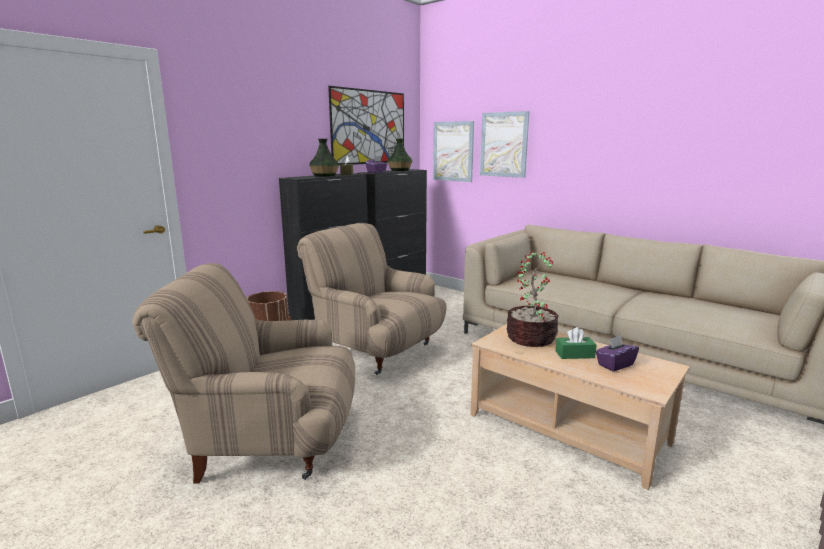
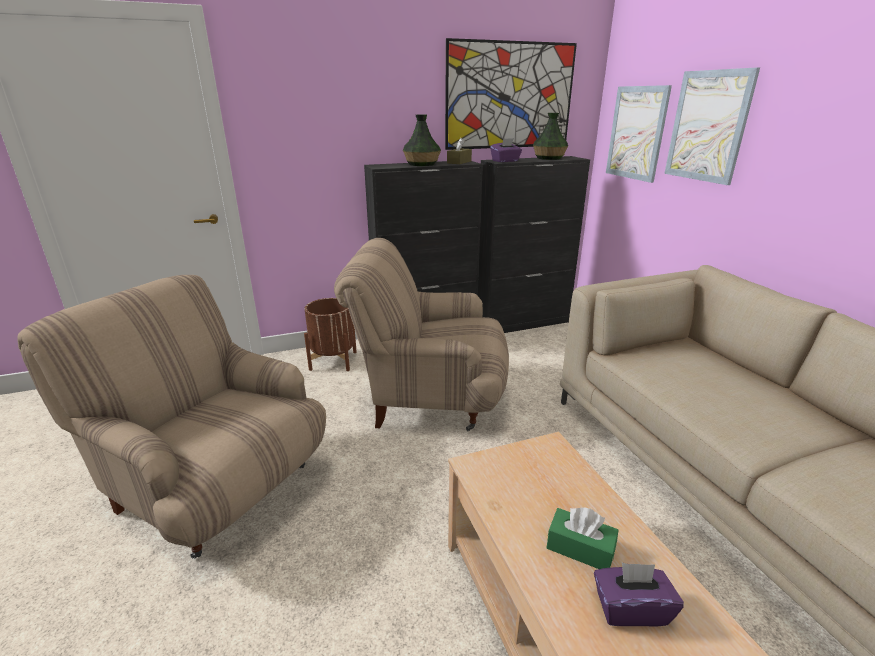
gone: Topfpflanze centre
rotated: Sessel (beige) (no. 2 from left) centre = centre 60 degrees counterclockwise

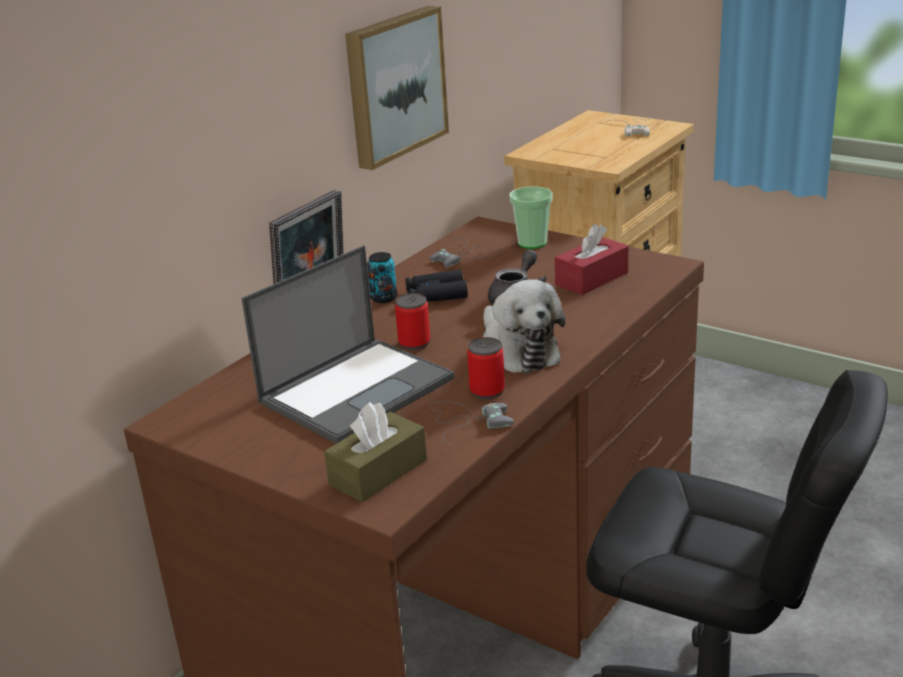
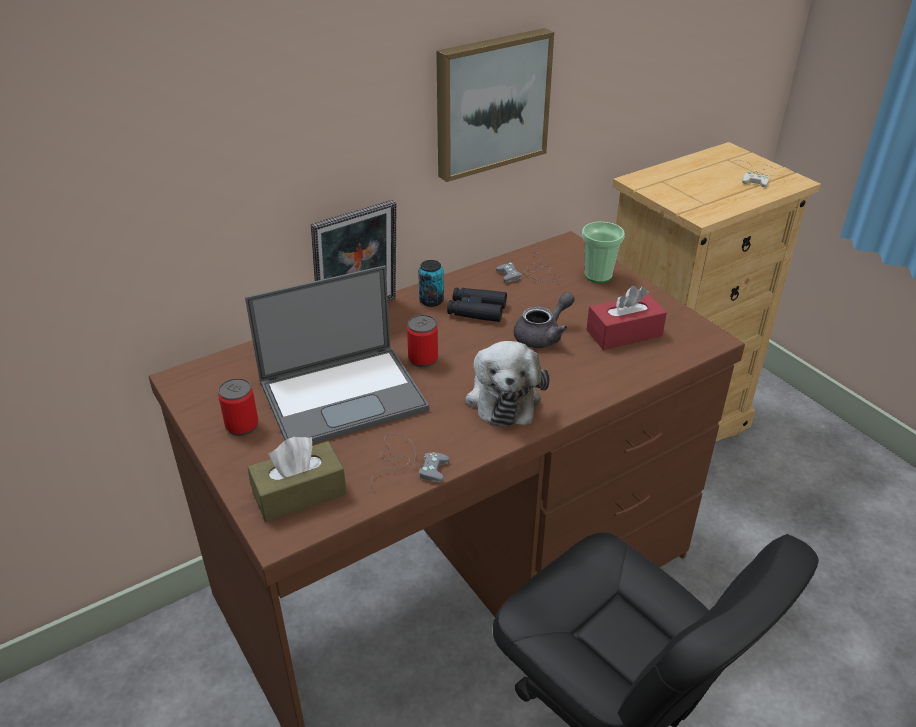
shifted: Dose (no. 3 from left in the first image) centre to Dose (no. 1 from left) middle left

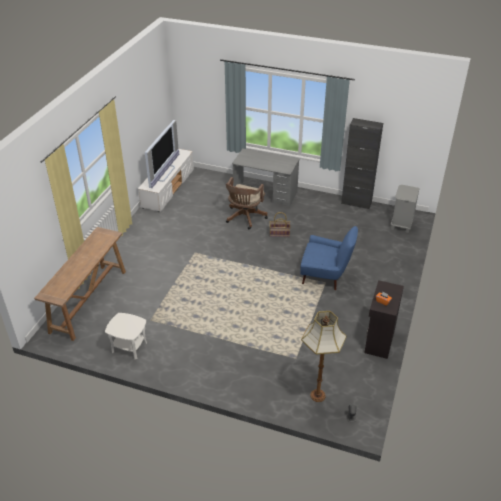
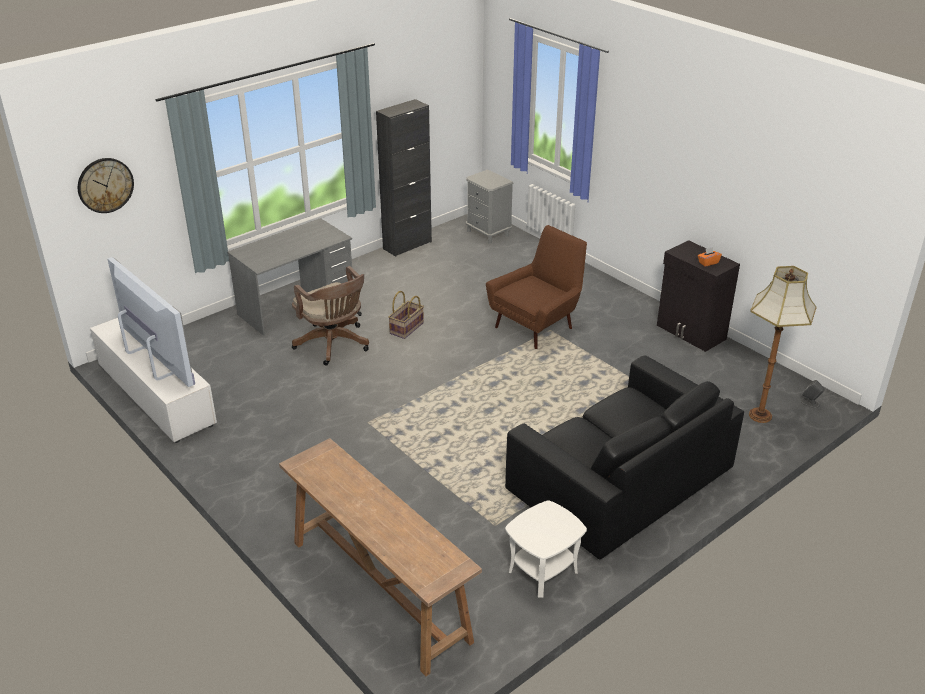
new: Wanduhr top left; Sofa (schwarz) middle right
repainted: Sessel (blau) centre to Sessel (braun) centre

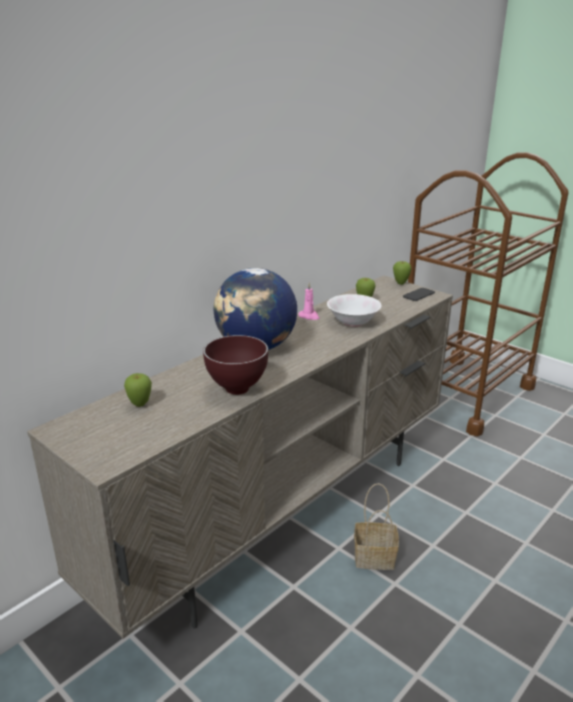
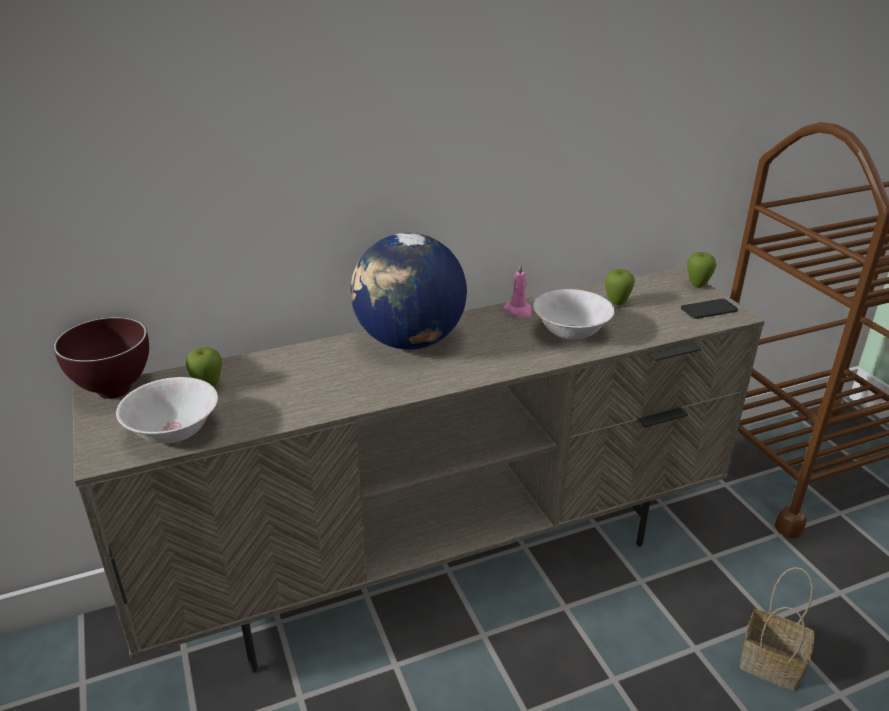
new: Schüssel (weiß) (no. 1 from left) middle left
shifted: Schüssel (braun) centre to middle left; Korb bottom centre to bottom right

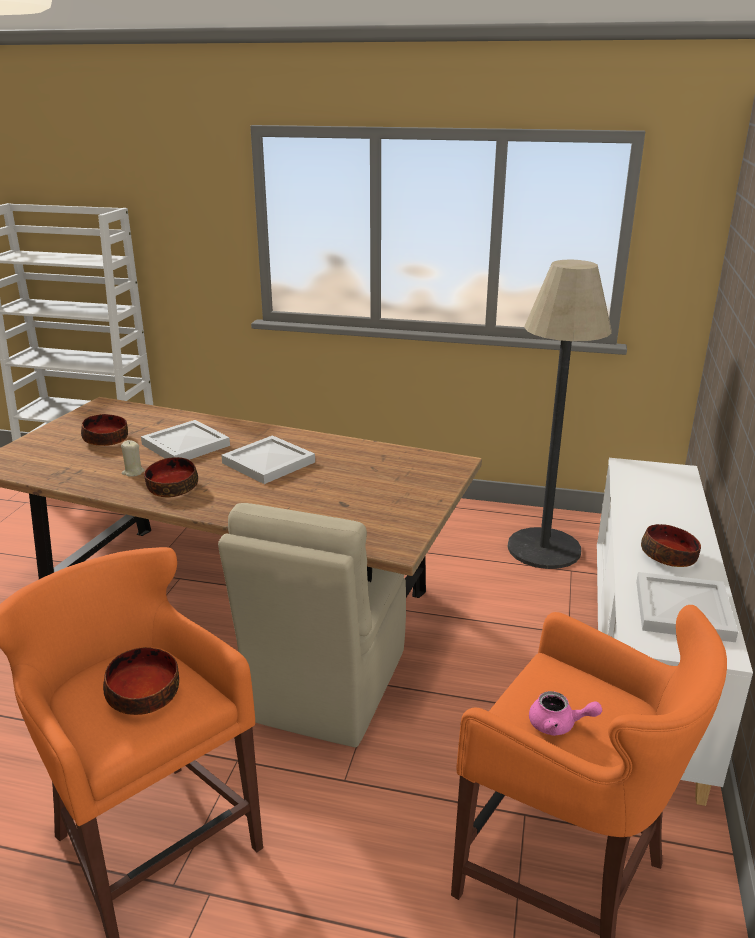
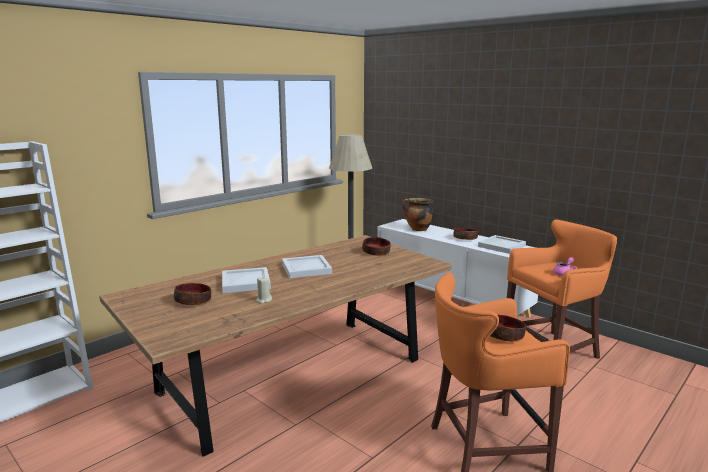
gone: Stuhl (beige) centre
new: Kochtopf centre
shifted: Schüssel (no. 3 from left in the first image) middle left to Schüssel (no. 2 from left) centre

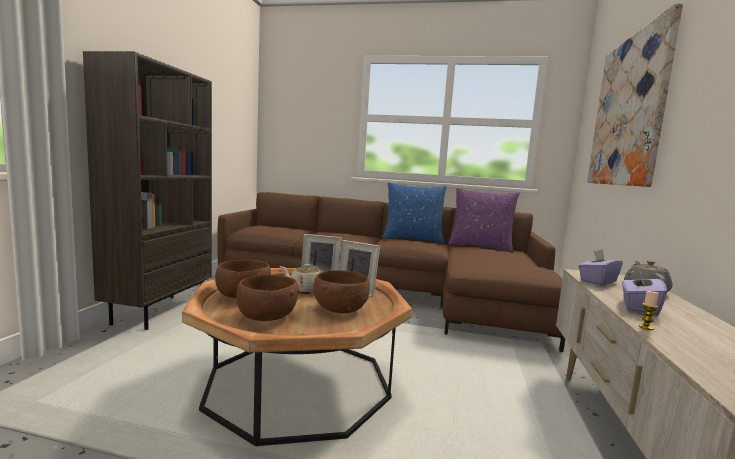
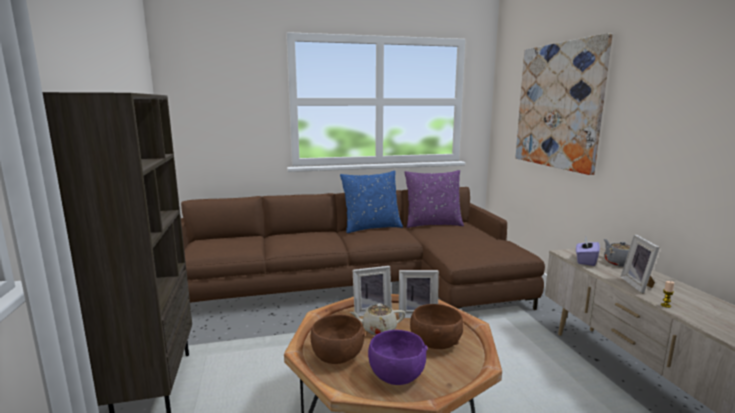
swapped: Taschentuchbox (lila) (no. 2 from left) middle right to Bilderrahmen (no. 3 from left) middle right
repainted: Schüssel (braun) (no. 2 from left) centre to Schüssel (lila) bottom centre

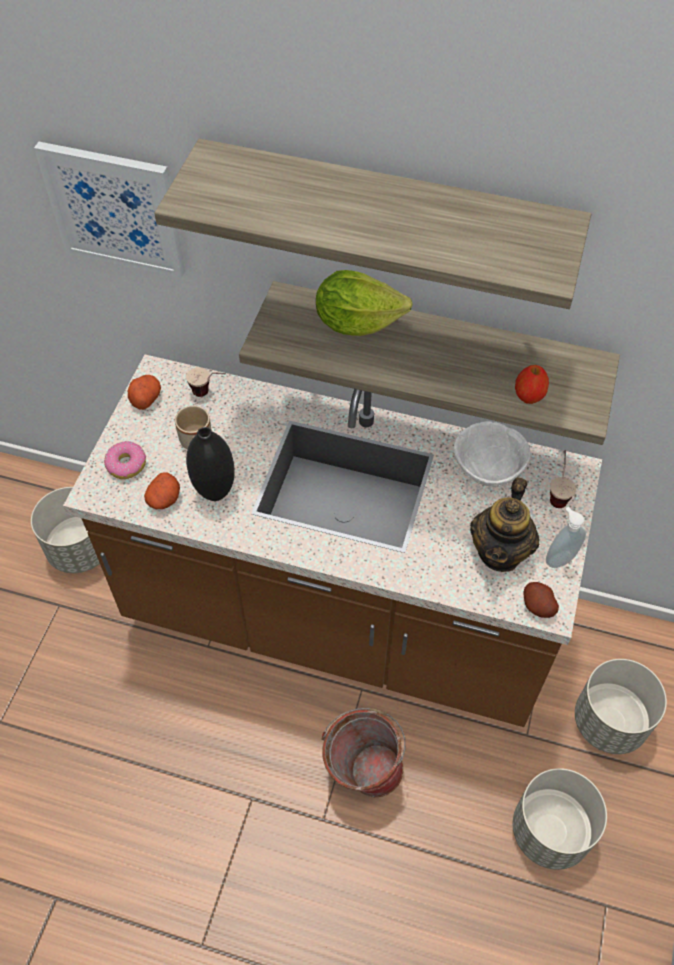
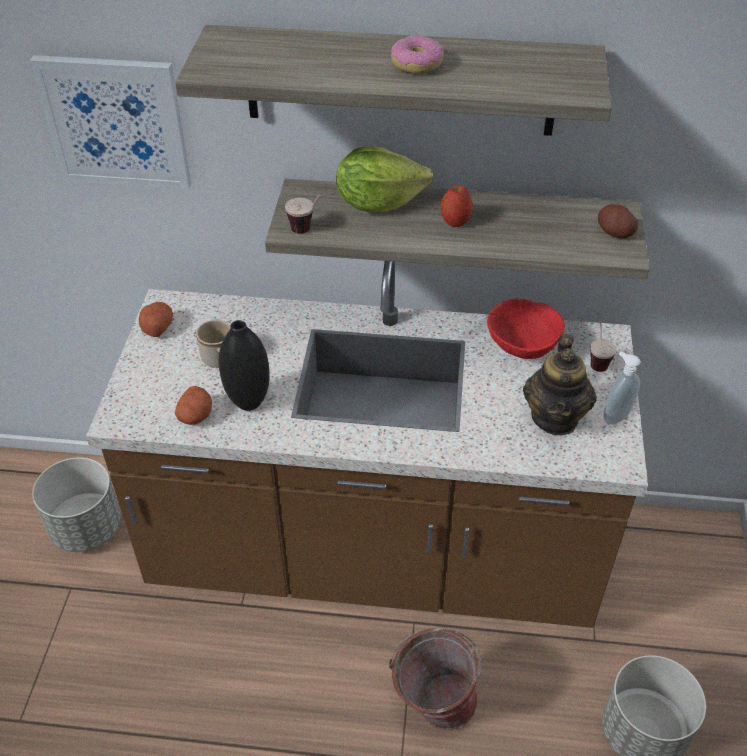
gone: Pflanzkübel (grau) (no. 3 from left) bottom right
shifted: Donut middle left to top centre; Tasse (no. 1 from left) middle left to top centre; Apfel middle right to top centre; Kartoffel (no. 3 from left) middle right to top right
repainted: Schüssel (weiß) middle right to Schüssel (rot) middle right

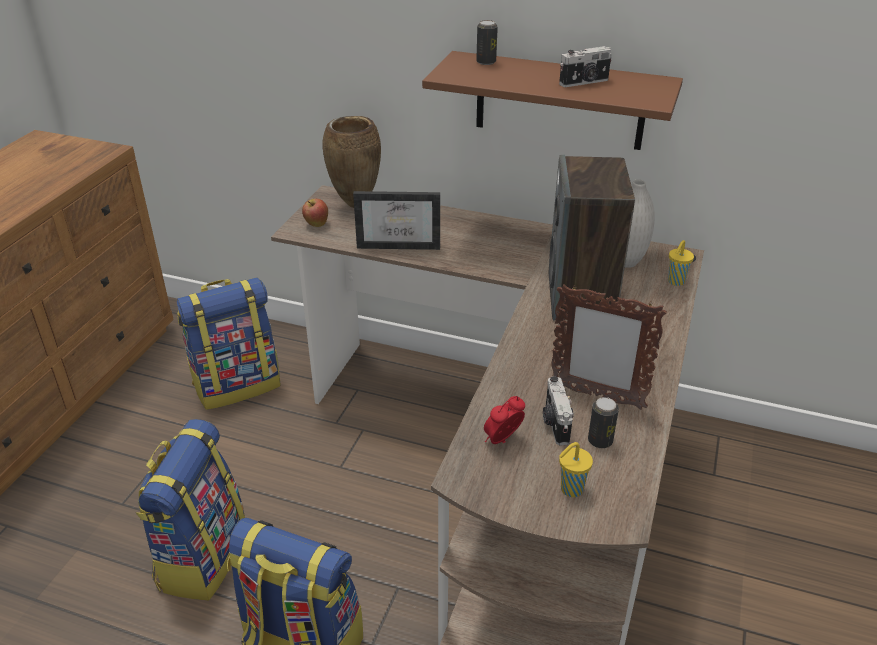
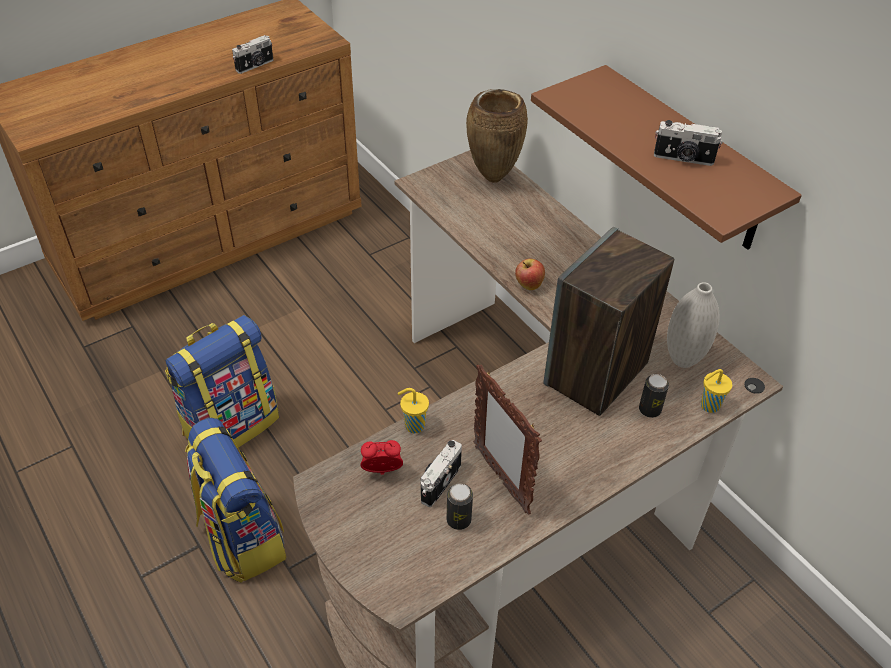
gone: Rucksack (no. 2 from left) middle left; Bilderrahmen (no. 1 from left) centre
new: Kamera (no. 1 from left) top left
shifted: Apfel top centre to centre; Dose (no. 1 from left in the first image) top centre to Dose (no. 2 from left) middle right; Tasse (gelb) (no. 1 from left) bottom centre to centre

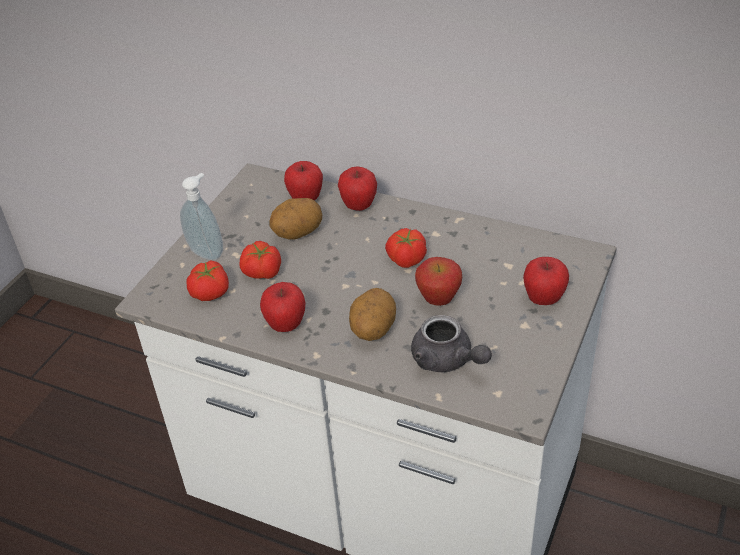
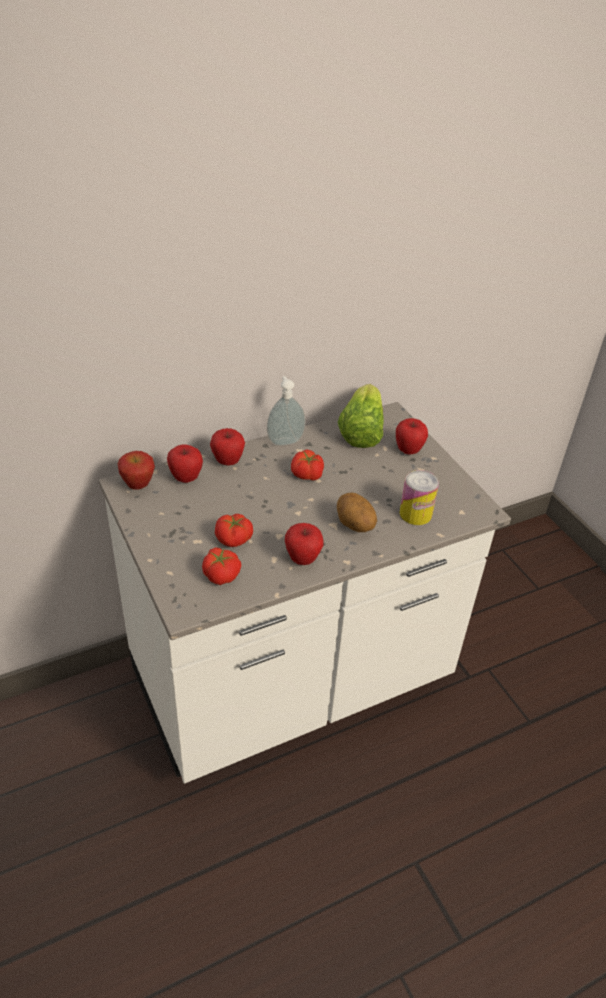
gone: Kartoffel (no. 1 from left) centre
new: Salatkopf centre
shifted: Seifenspender middle left to centre; Apfel (no. 4 from left in the first image) centre to Apfel (no. 1 from left) middle left
swapped: Teekanne (grau) centre to Dose middle right

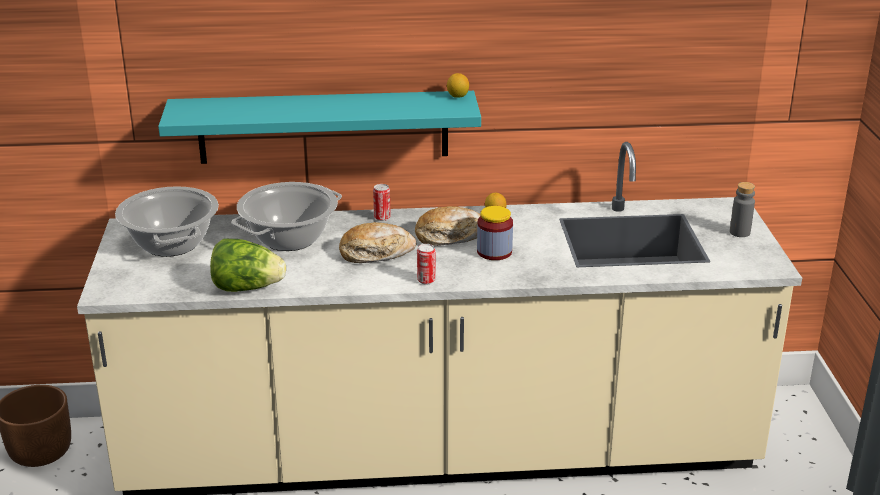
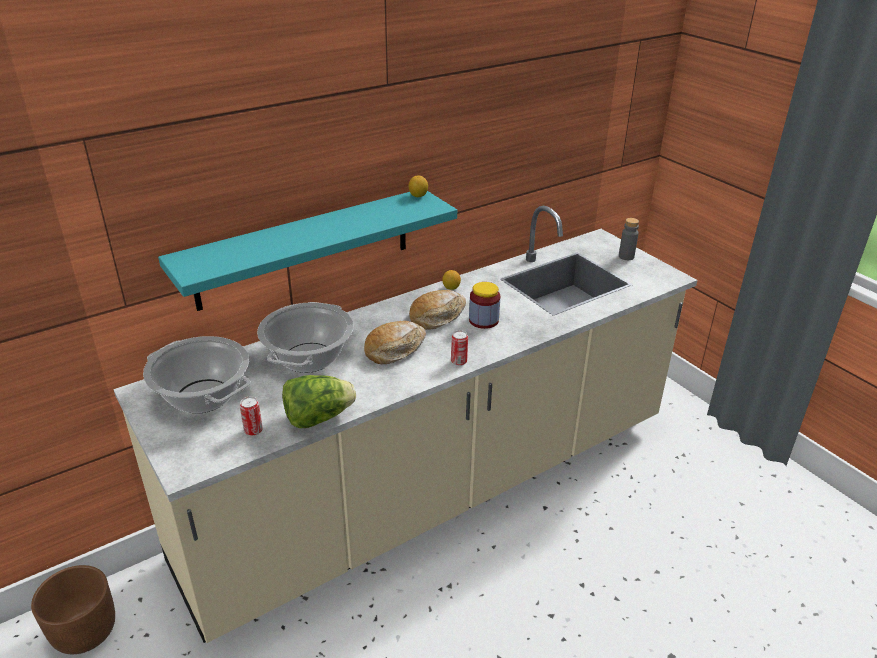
shifted: Dose (no. 1 from left) centre to middle left

